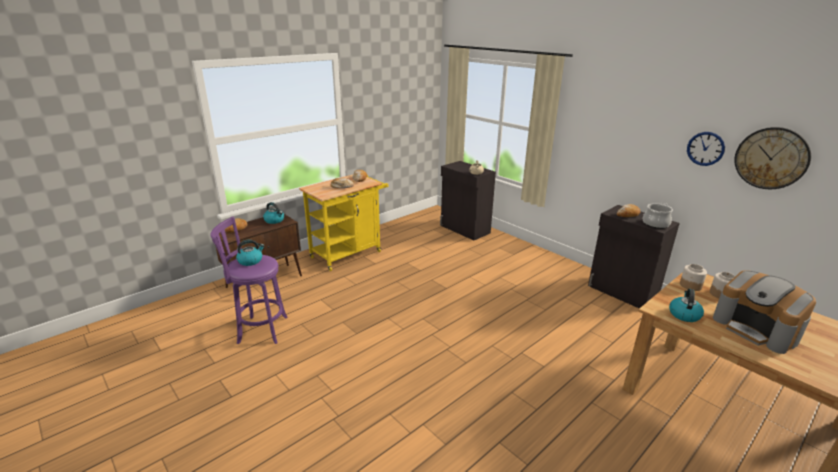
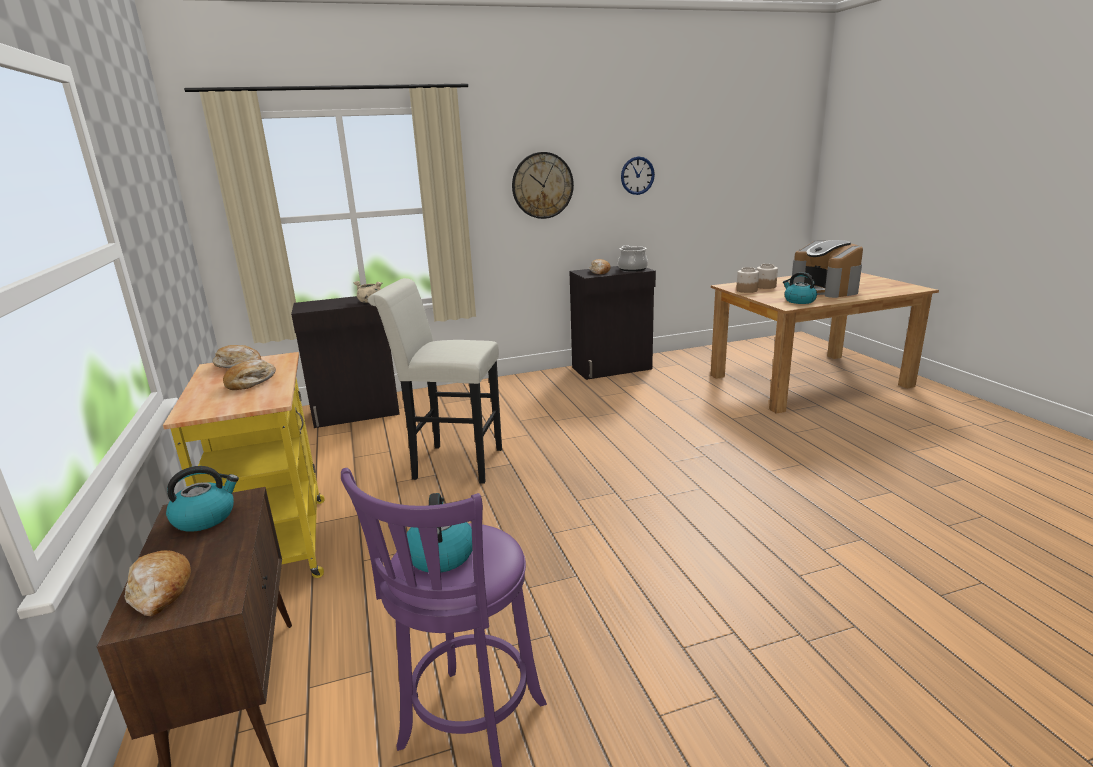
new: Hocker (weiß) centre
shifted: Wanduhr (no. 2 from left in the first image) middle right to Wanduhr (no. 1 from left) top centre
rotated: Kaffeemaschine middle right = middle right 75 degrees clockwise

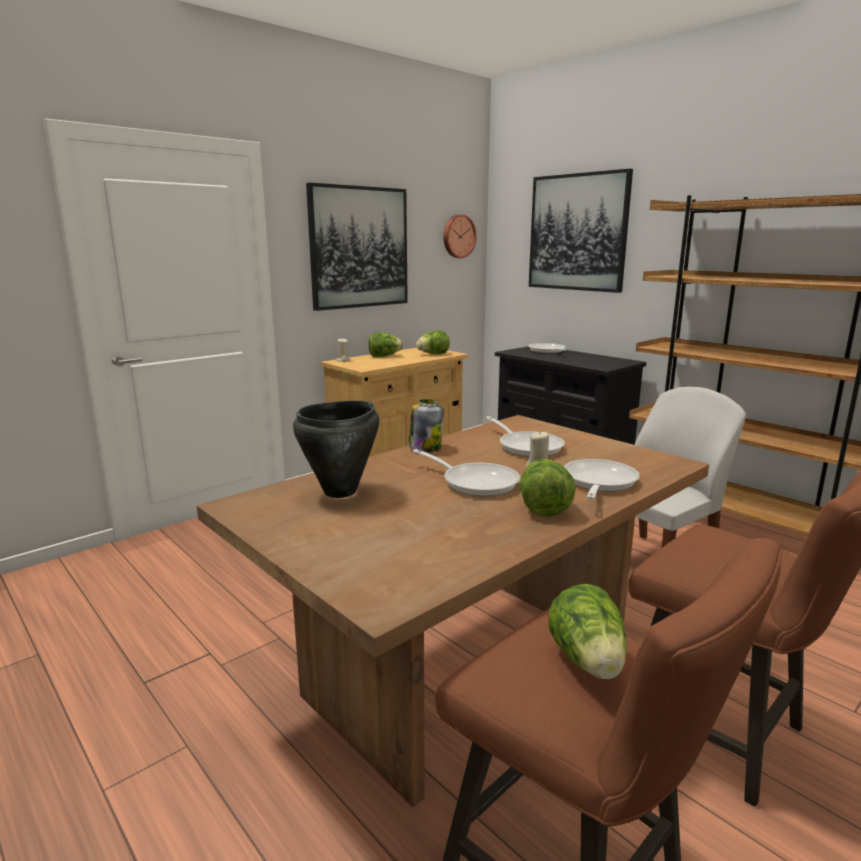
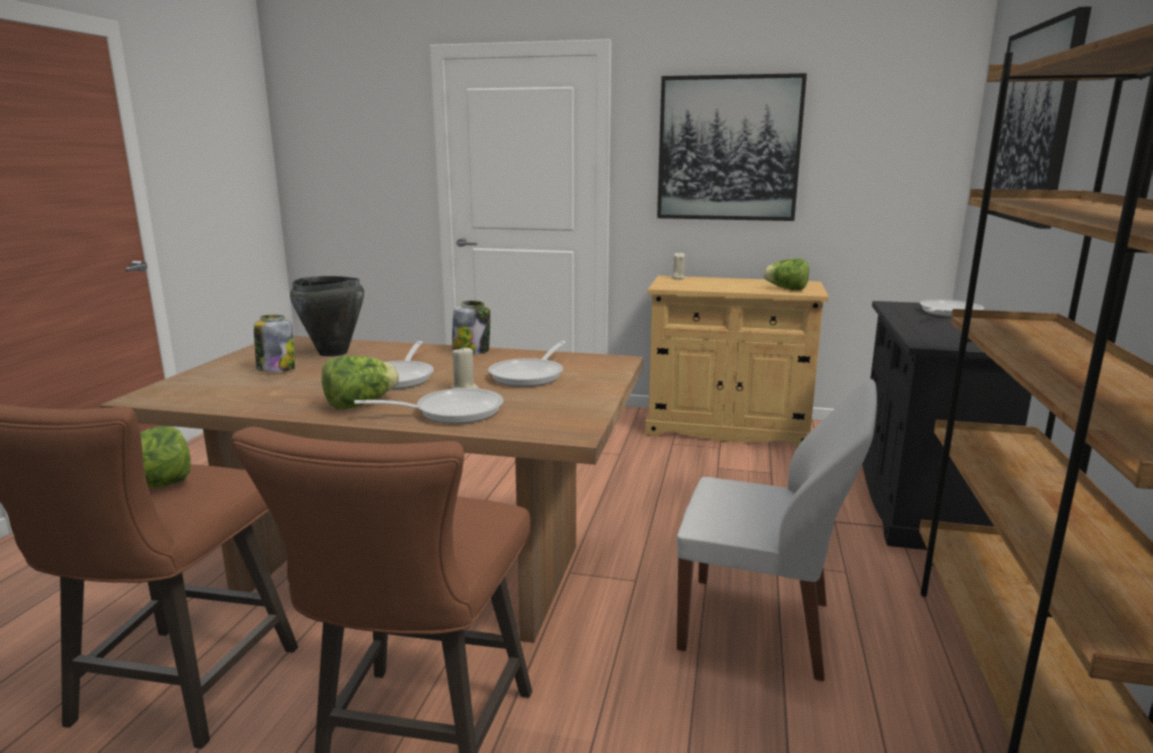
gone: Salatkopf (no. 1 from left) centre; Wanduhr top centre
new: Vorratsglas (no. 1 from left) middle left

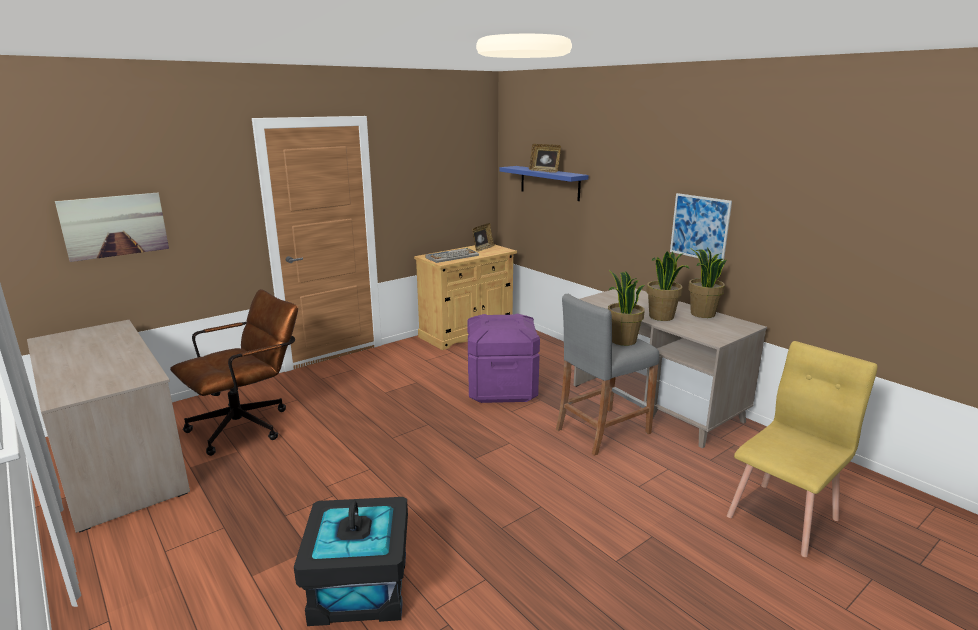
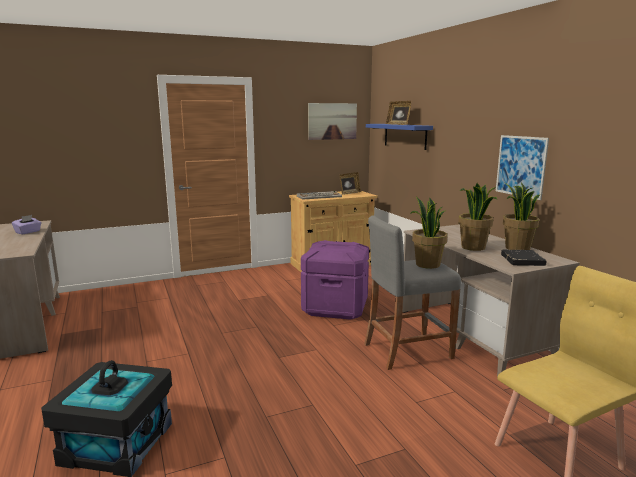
gone: Bürostuhl (braun) middle left
new: Taschentuchbox (lila) middle left; Buch (schwarz) middle right
shifted: Bild (no. 1 from left) middle left to top centre

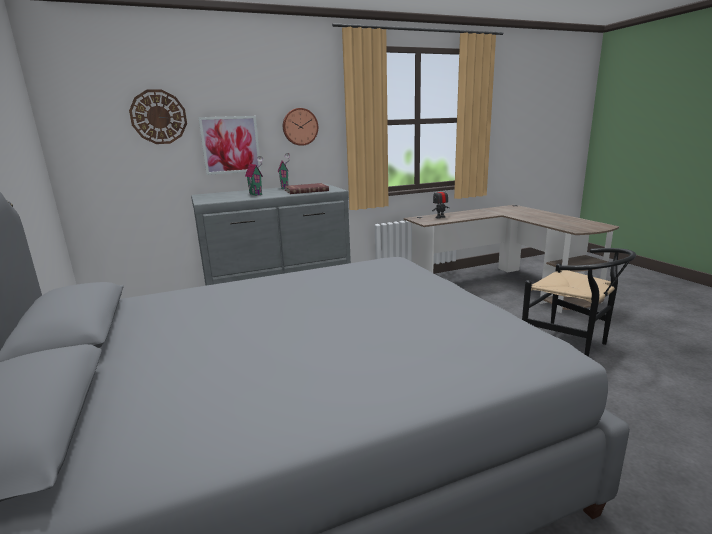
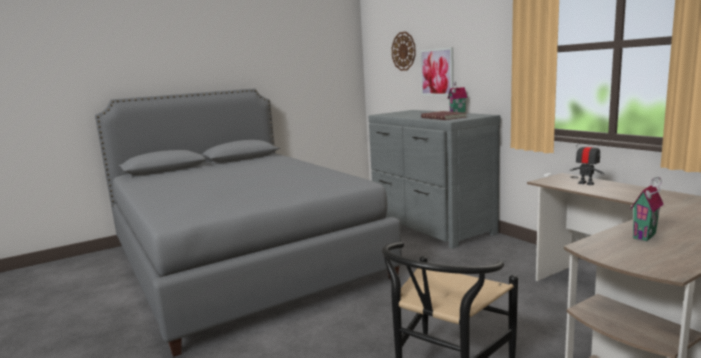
gone: Wanduhr (no. 2 from left) top centre
shifted: Spielzeughaus (no. 1 from left in the first image) top centre to Spielzeughaus (no. 2 from left) middle right

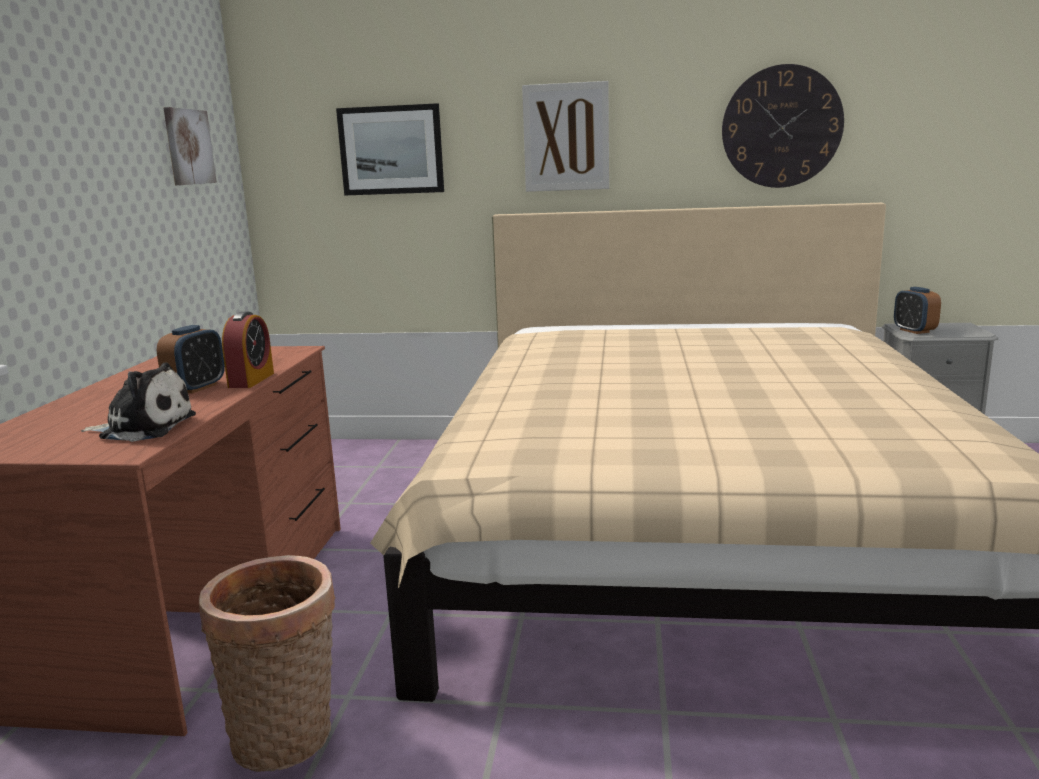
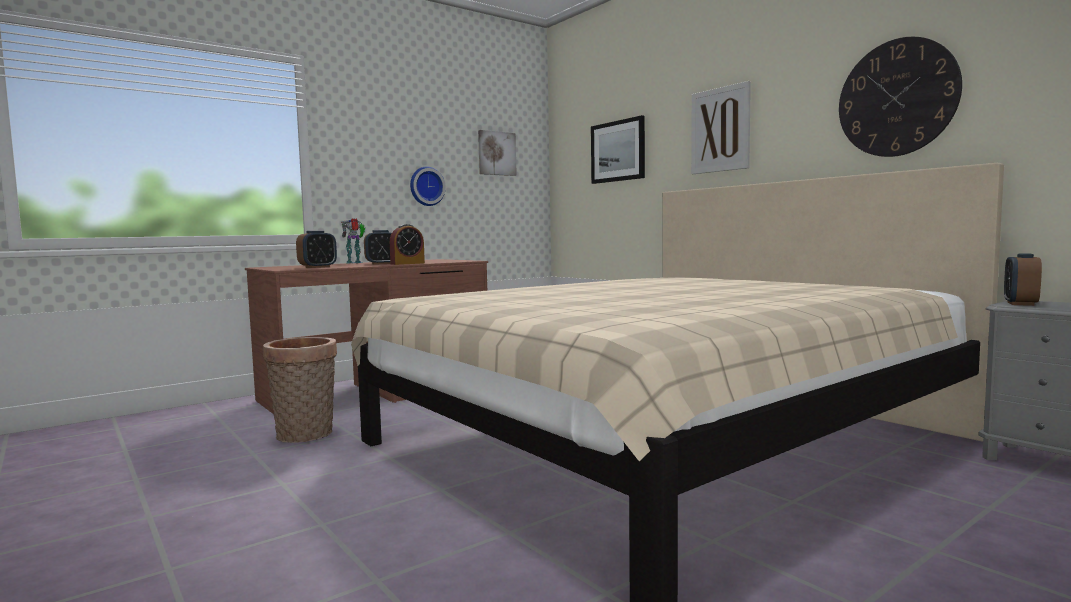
new: Spielzeugroboter middle left; Wanduhr (no. 1 from left) top centre
swapped: Plüschtier middle left to Wecker (no. 1 from left) middle left

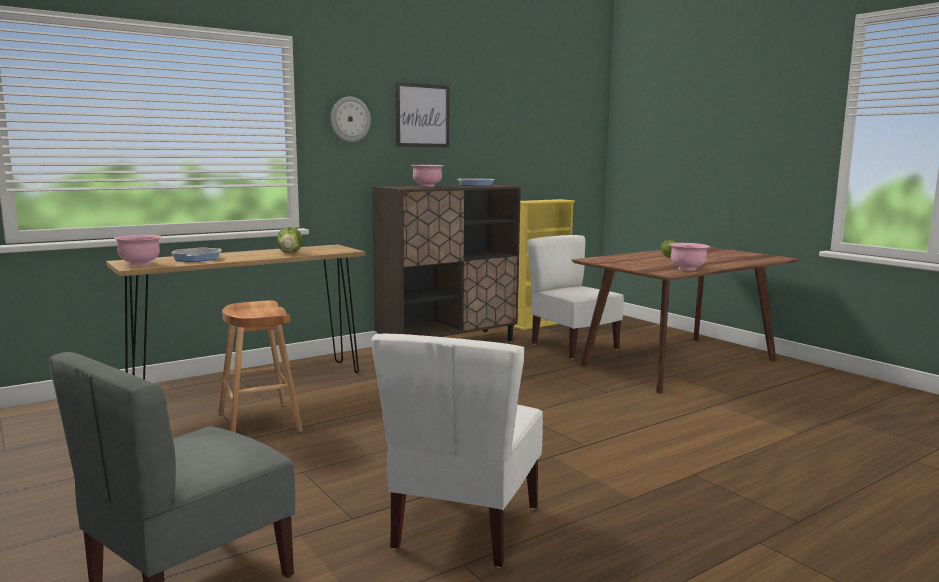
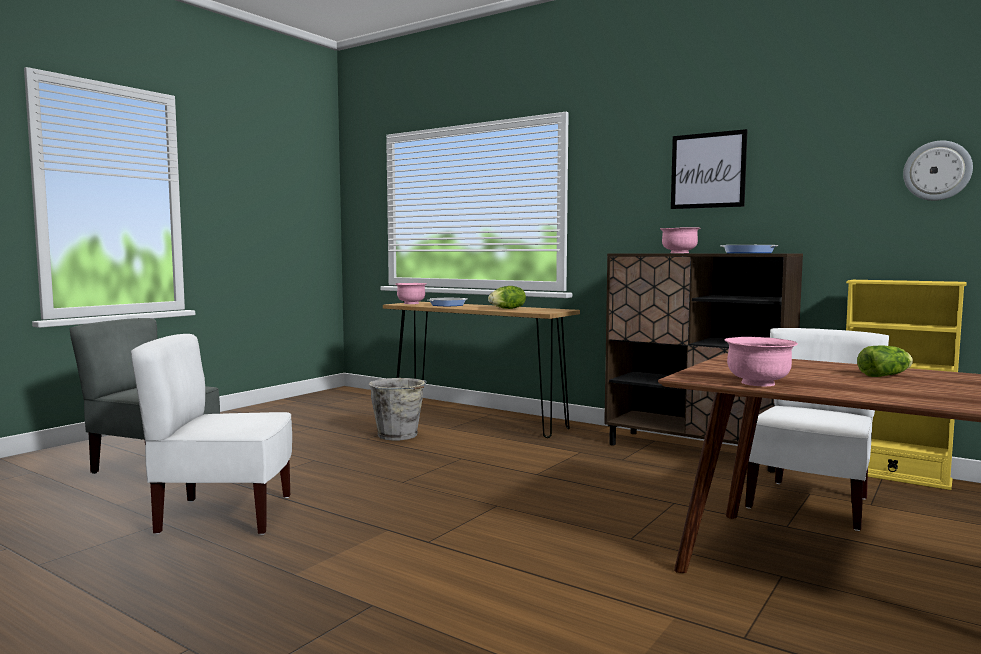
shifted: Wanduhr top centre to top right
swapped: Hocker (braun) middle left to Eimer (grau) centre

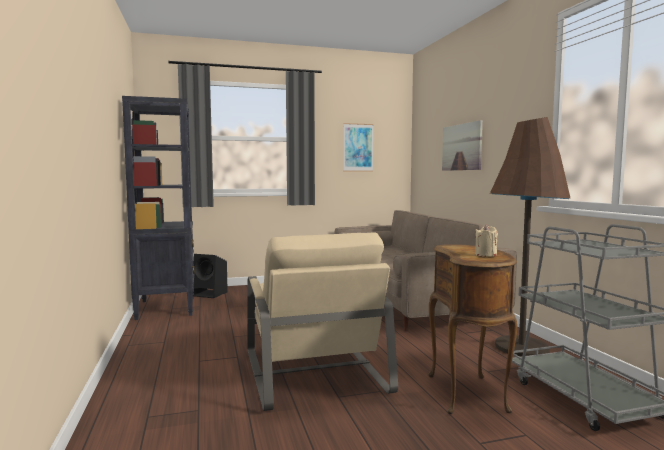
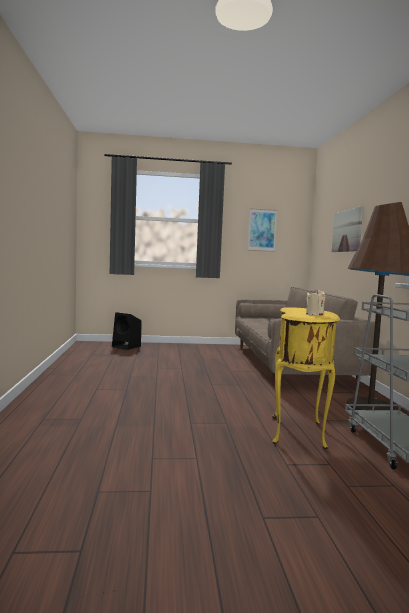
gone: Bücherregal (schwarz) middle left; Sessel (beige) bottom centre
repainted: Beistelltisch (braun) bottom right to Beistelltisch (gelb) middle right

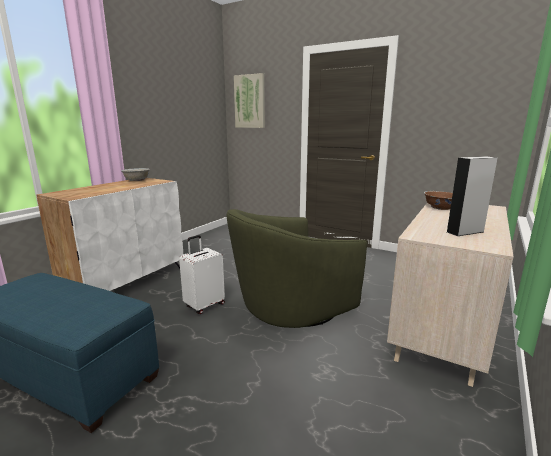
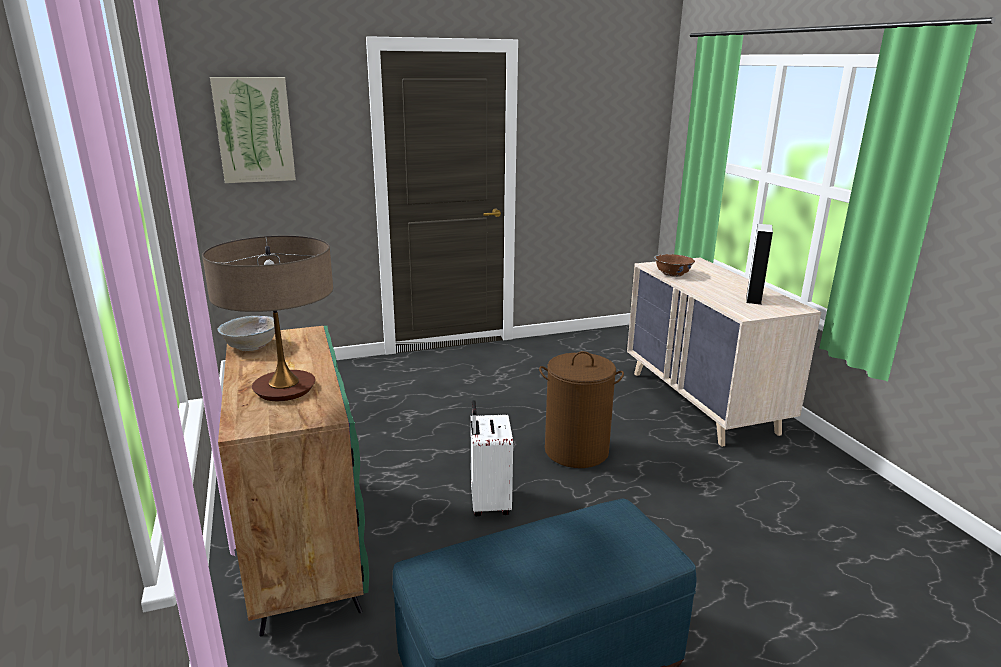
new: Tischlampe middle left
swapped: Sessel (grün) centre to Wäschekorb (braun) centre
repainted: Schrank (weiß) middle left to Schrank (grün) bottom left

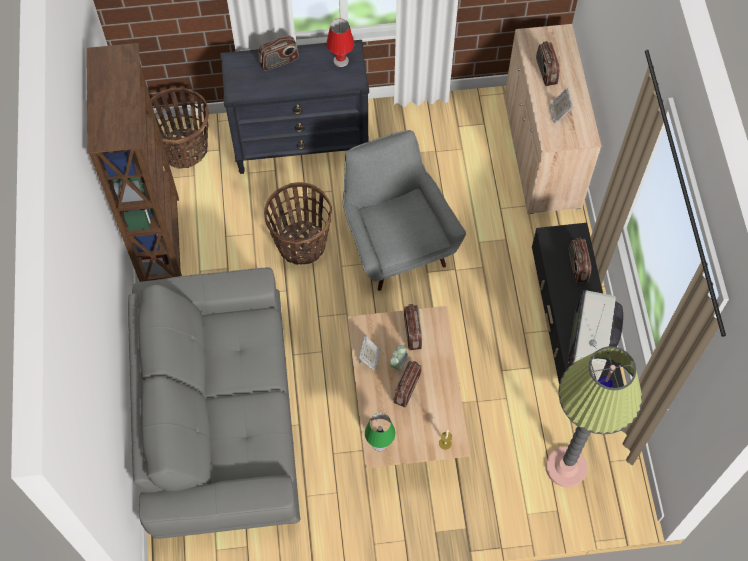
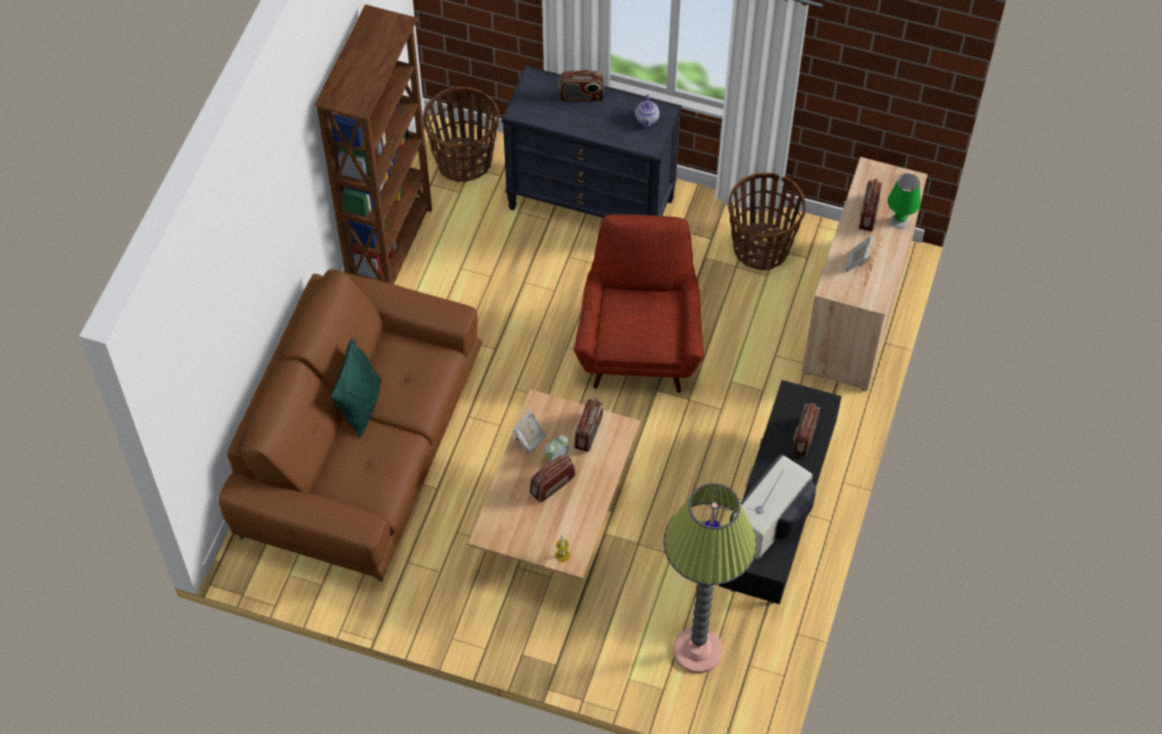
new: Kissen (grün) middle left
shifted: Korb (no. 2 from left) centre to top centre; Tischlampe (grün) bottom centre to top right
swapped: Tischlampe (rot) top centre to Teekanne top centre
repainted: Sofa (grau) bottom left to Sofa (braun) middle left; Sessel (grau) centre to Sessel (rot) centre

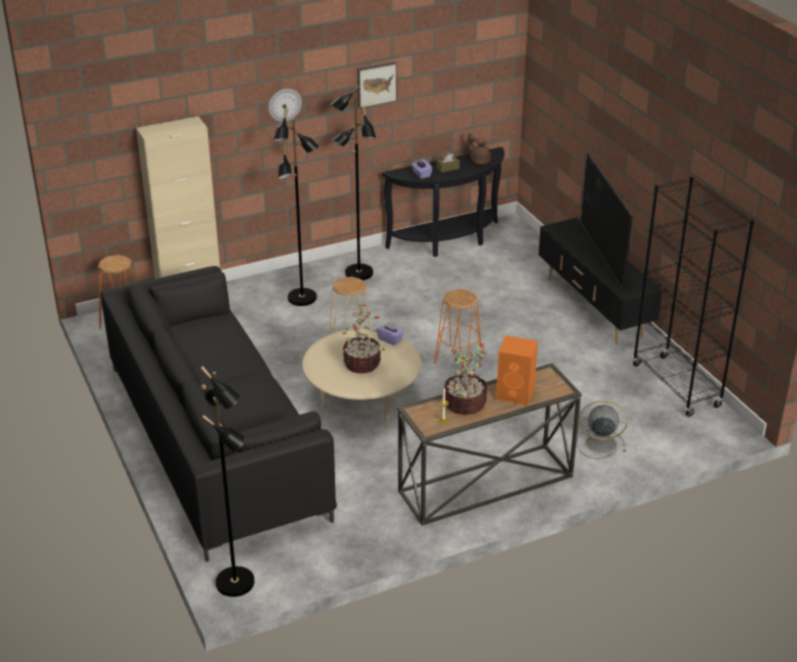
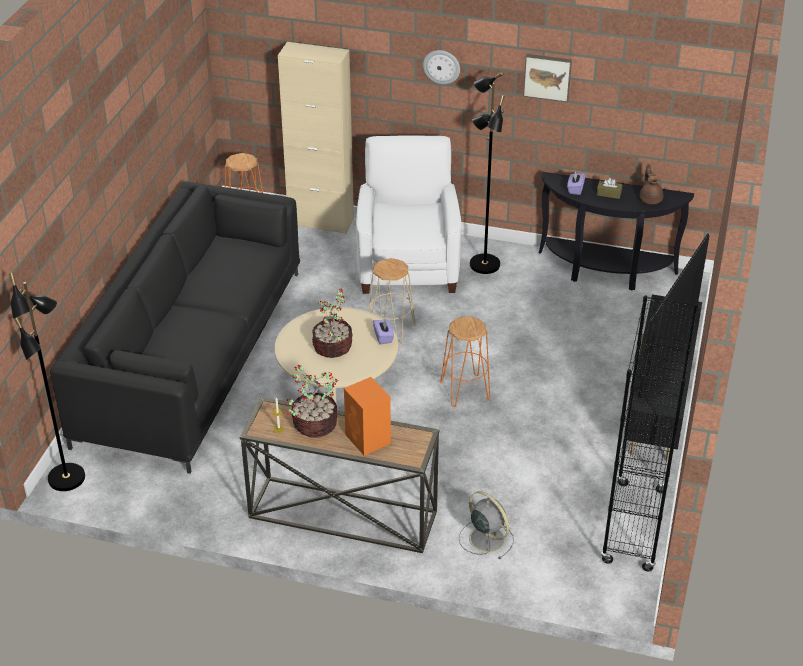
swapped: Stehlampe (schwarz) (no. 2 from left) top centre to Sessel (weiß) top centre

